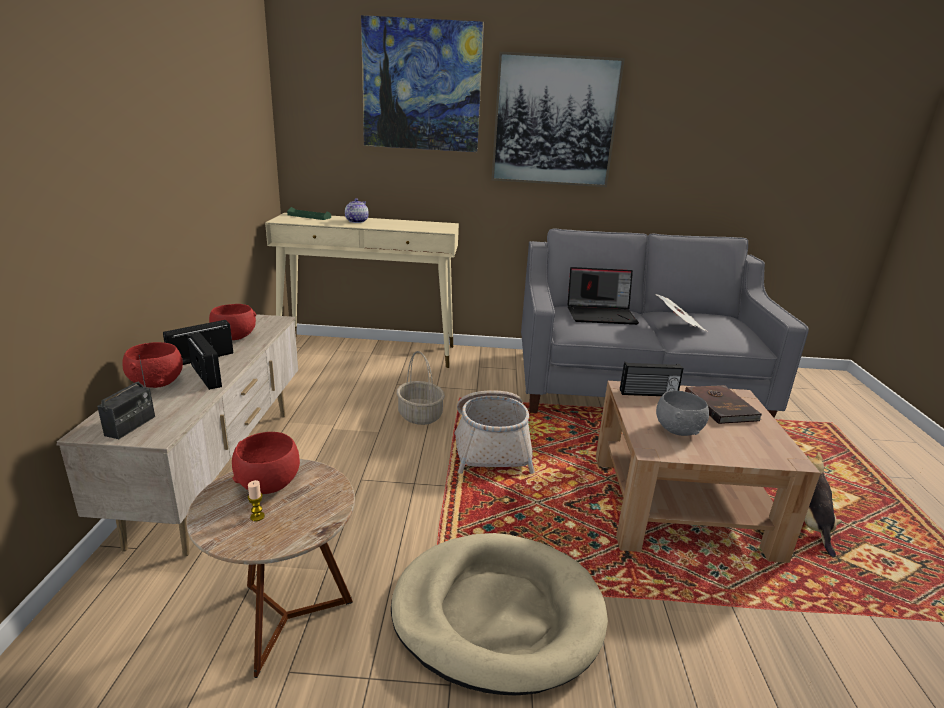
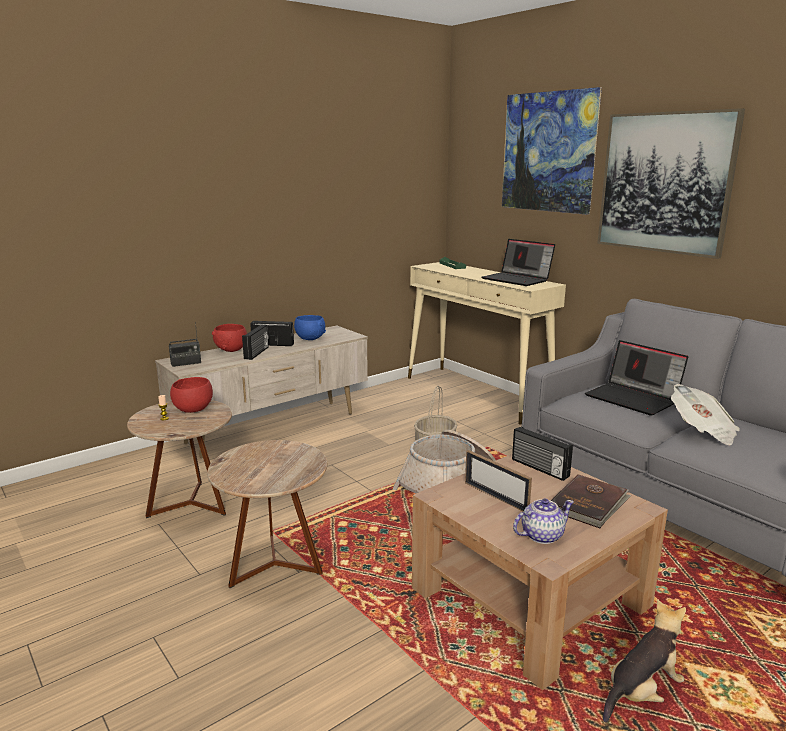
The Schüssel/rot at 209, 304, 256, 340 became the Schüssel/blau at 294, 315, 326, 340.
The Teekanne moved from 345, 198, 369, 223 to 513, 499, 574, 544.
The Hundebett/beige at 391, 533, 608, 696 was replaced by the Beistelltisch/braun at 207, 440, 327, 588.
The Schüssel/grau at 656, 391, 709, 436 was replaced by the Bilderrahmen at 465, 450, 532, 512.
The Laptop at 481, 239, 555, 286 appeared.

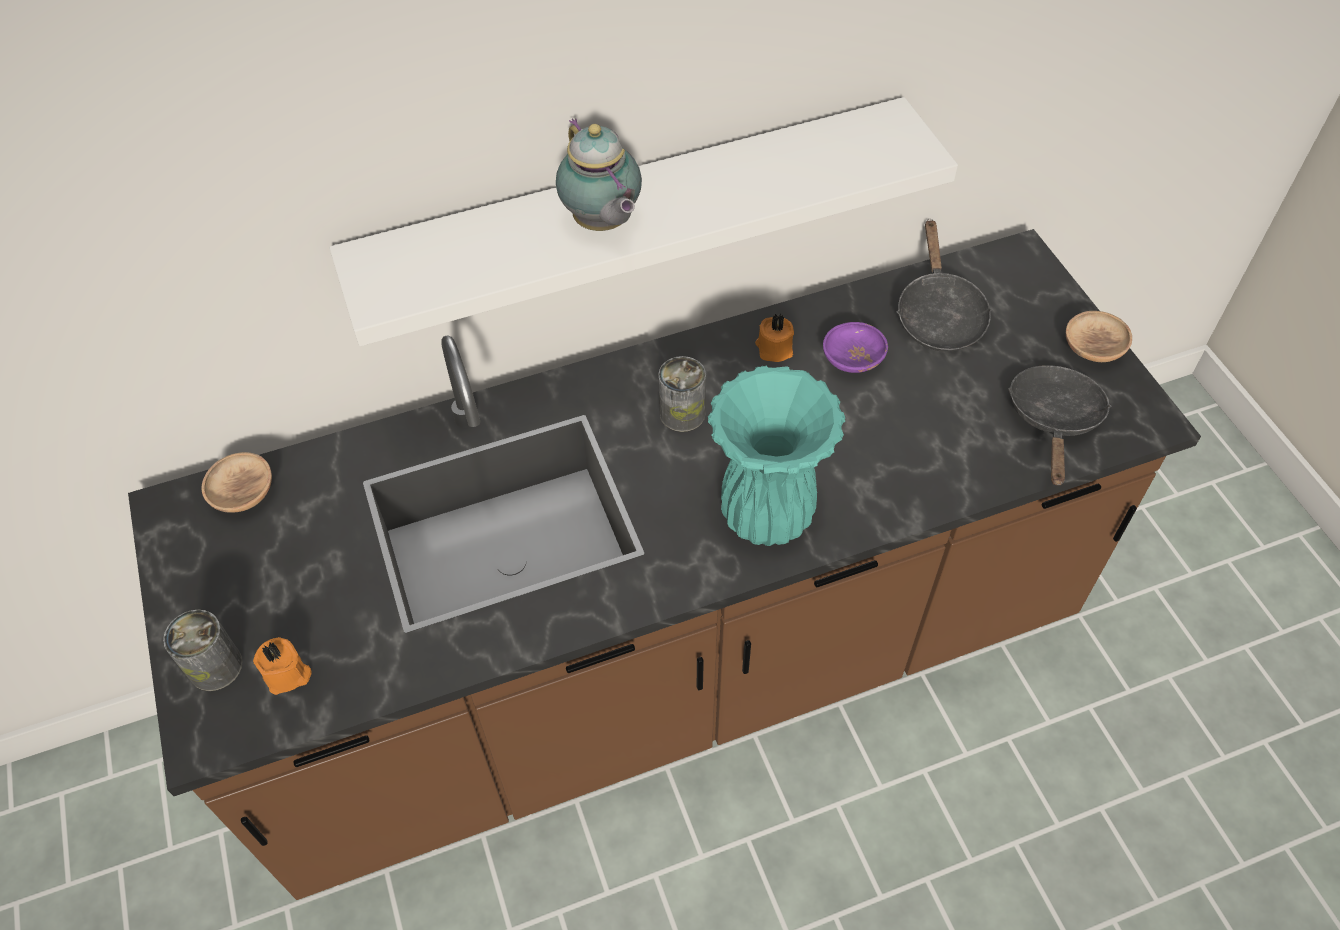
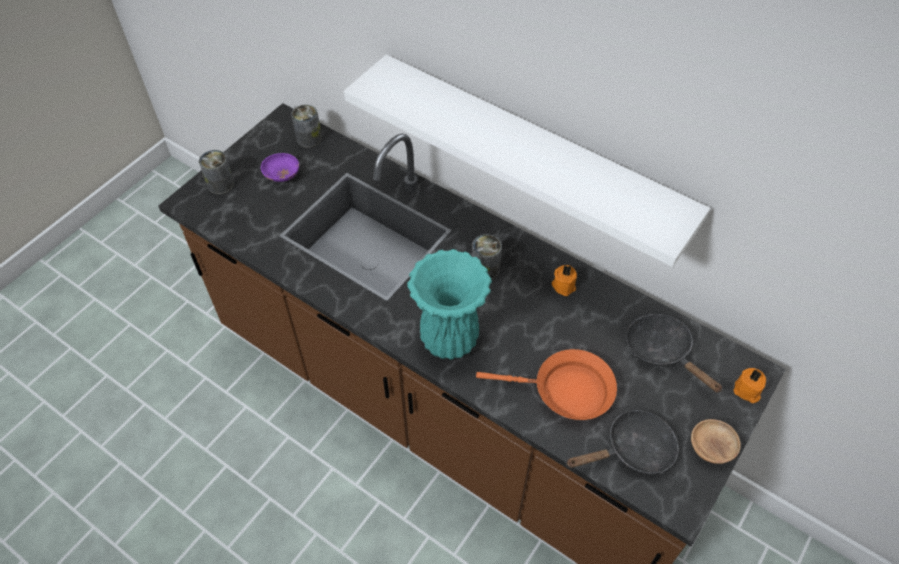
The Schüssel/braun at 202, 452, 272, 513 was replaced by the Dose at 291, 104, 322, 148.
The Kerze/orange moved from 253, 637, 312, 695 to 734, 368, 766, 403.
The Teekanne at 556, 118, 642, 231 disappeared.
The Schüssel/lila moved from 823, 322, 888, 373 to 261, 153, 299, 182.
The Pfanne/schwarz at 897, 219, 992, 352 turned 90 degrees clockwise.
The Pfanne/orange at 476, 349, 617, 420 appeared.

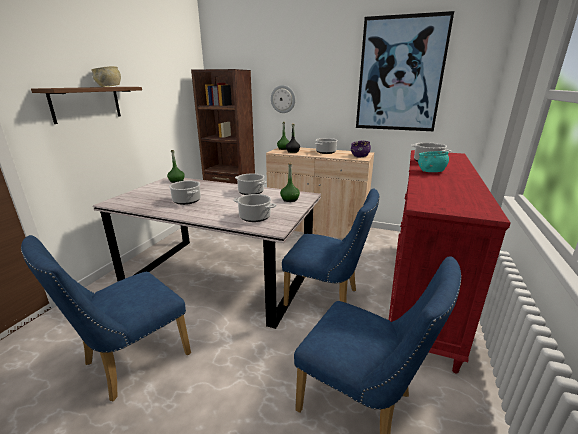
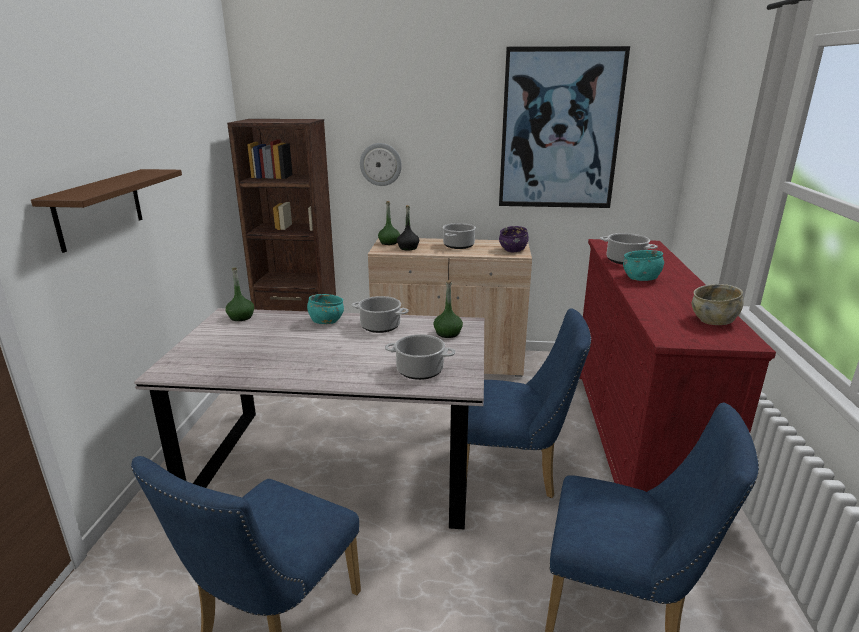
The Schüssel/beige moved from 91, 66, 121, 87 to 692, 284, 744, 325.
The Kochtopf at 169, 181, 201, 205 disappeared.
The Schüssel/türkis at 307, 294, 344, 324 appeared.

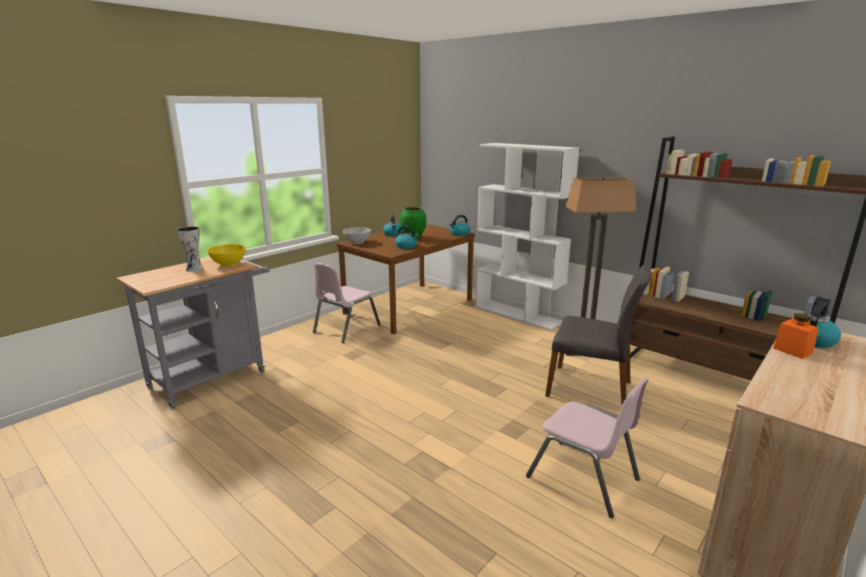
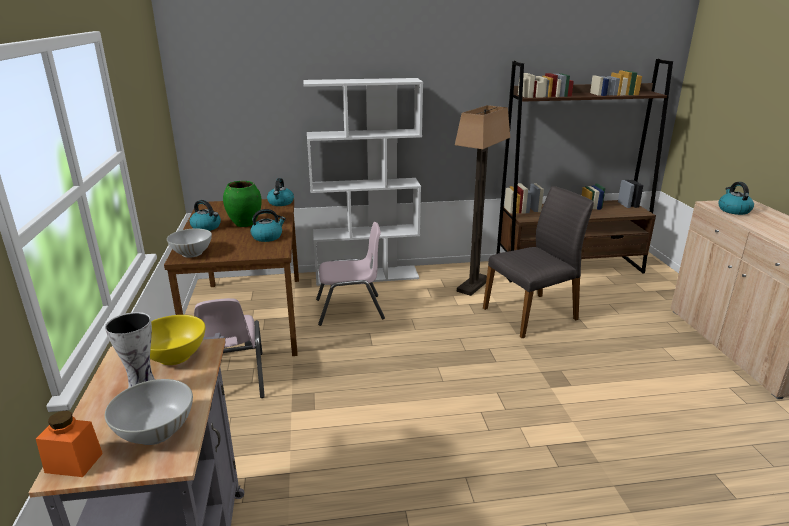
The Stuhl/rosa moved from 526, 377, 649, 518 to 316, 222, 385, 326.
The Vorratsglas/orange moved from 773, 313, 819, 359 to 36, 410, 103, 477.
The Schüssel/weiß at 105, 379, 193, 445 appeared.

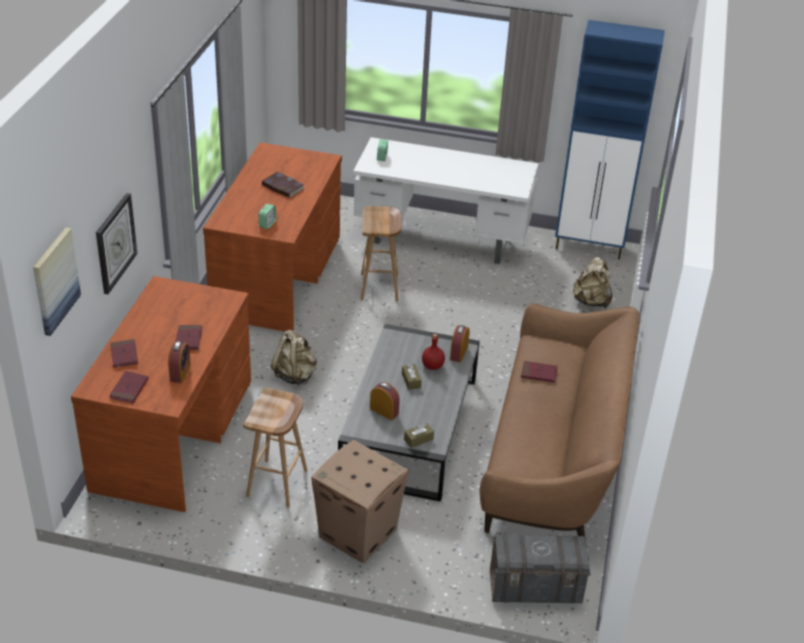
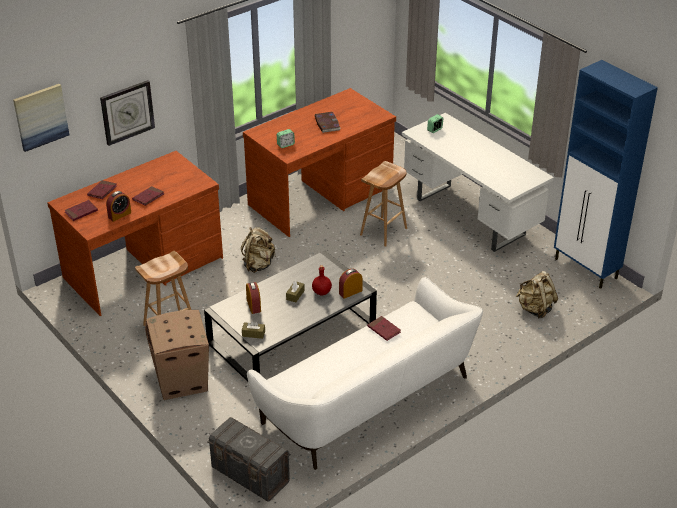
The Sofa/braun at 480, 303, 639, 540 became the Sofa/weiß at 247, 277, 483, 470.

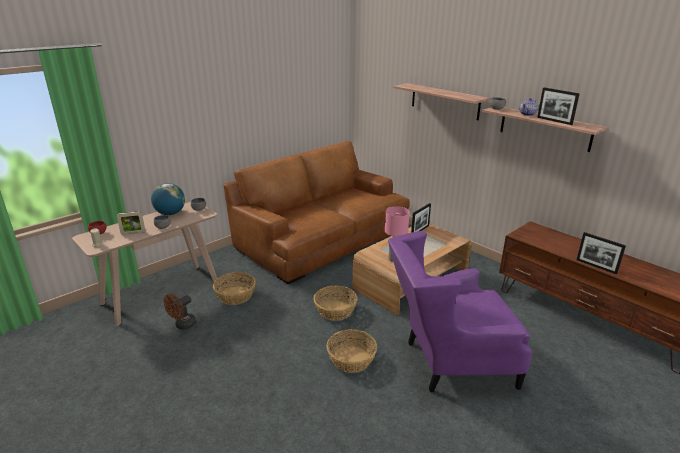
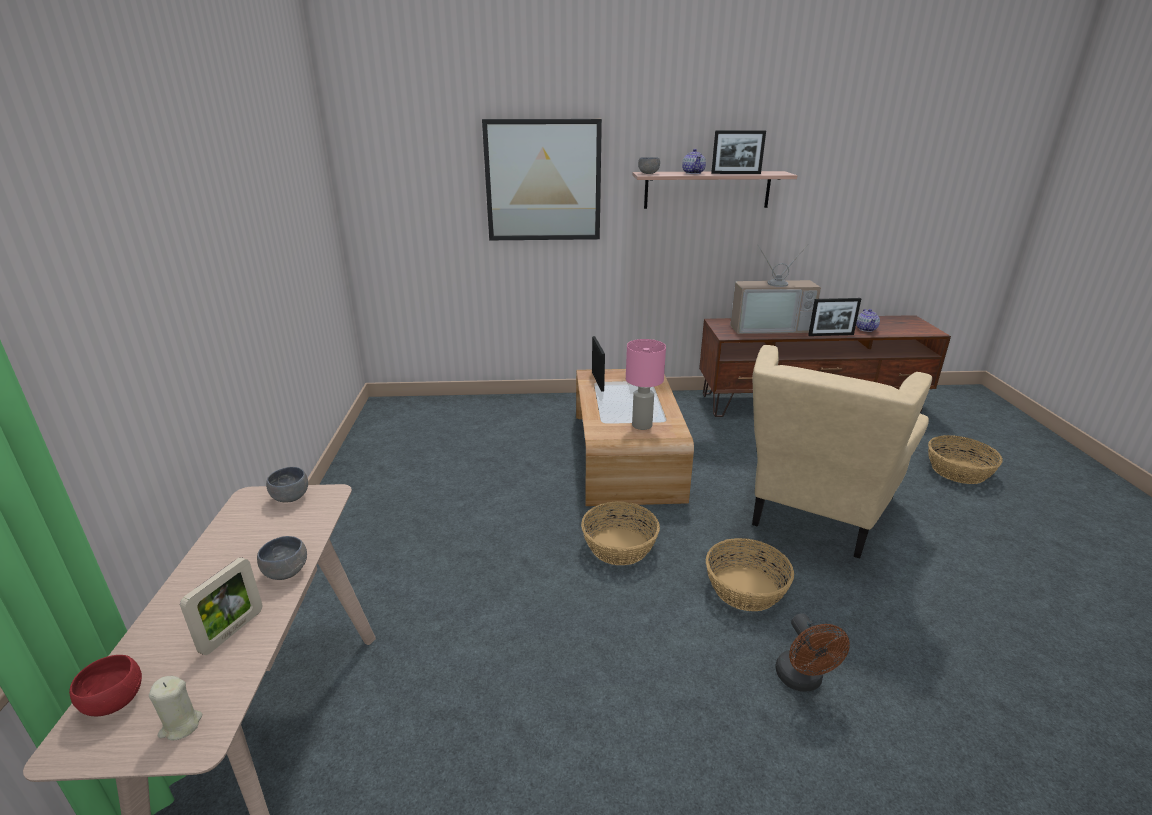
The Globus at 151, 183, 185, 215 disappeared.
The Ventilator/braun moved from 164, 294, 197, 330 to 775, 613, 850, 692.
The Korb moved from 213, 272, 256, 305 to 928, 435, 1003, 484.
The Sofa/braun at 223, 141, 410, 284 disappeared.
The Sessel/lila at 388, 231, 532, 392 became the Sessel/beige at 752, 345, 932, 559.
The Wandregal at 393, 83, 490, 120 was replaced by the Bild at 482, 119, 602, 240.
The Fernseher at 730, 244, 821, 334 appeared.
The Teekanne at 856, 309, 880, 332 appeared.

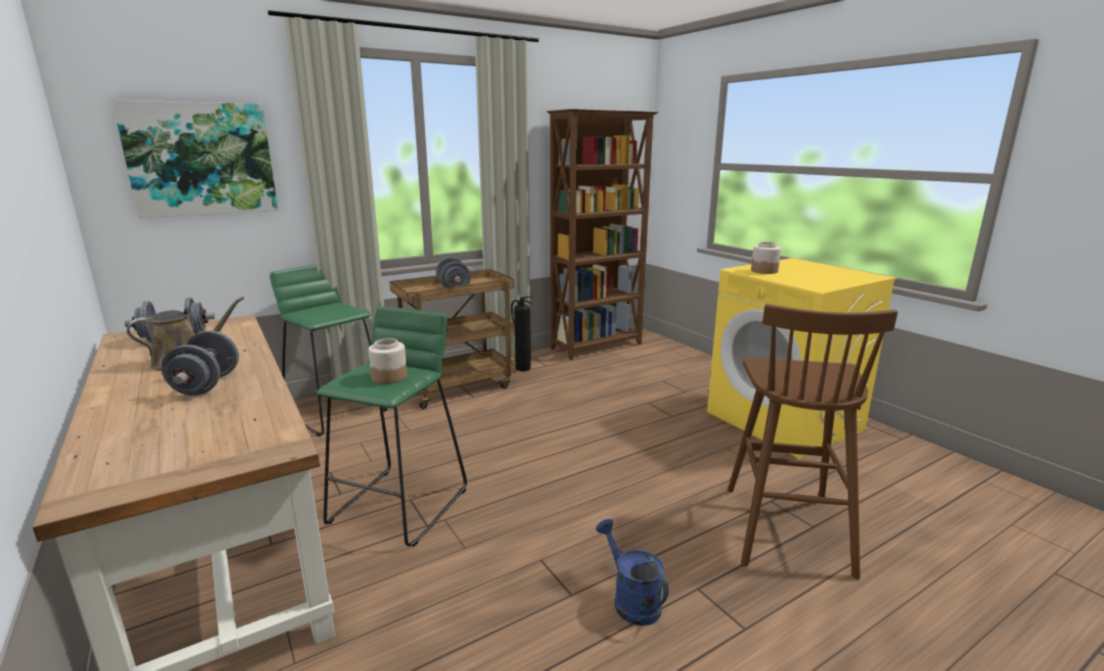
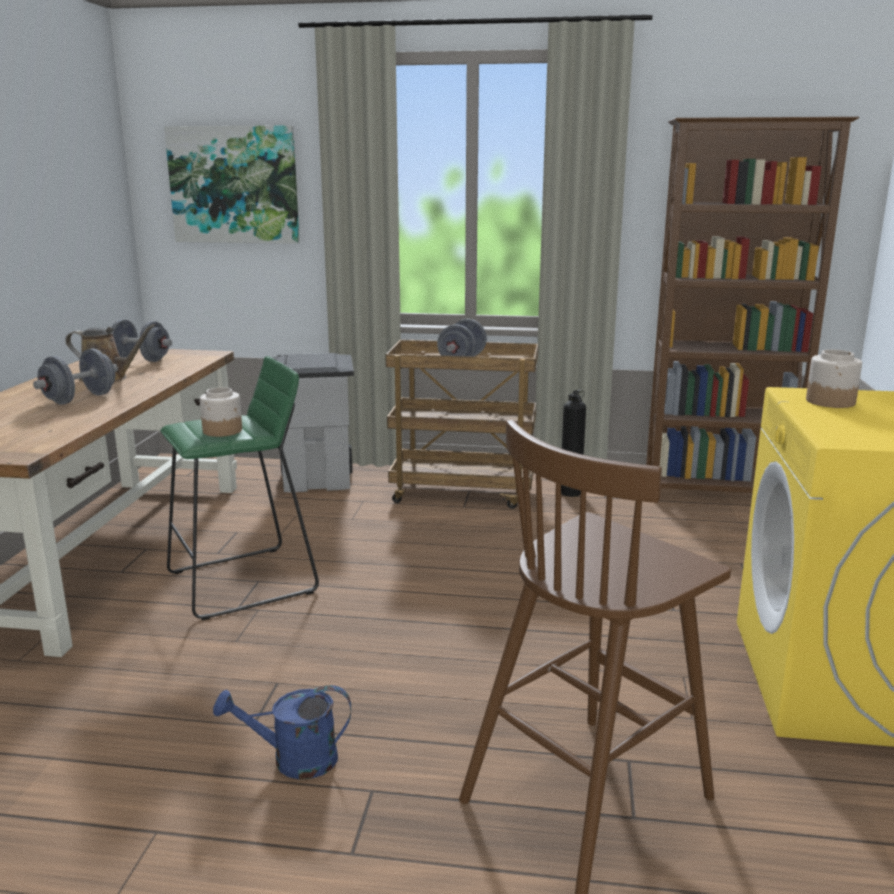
The Hocker/grün at 270, 264, 388, 436 was replaced by the Mülleimer/grau at 271, 353, 354, 493.
The Gießkanne/blau at 596, 519, 669, 626 turned 105 degrees counterclockwise.

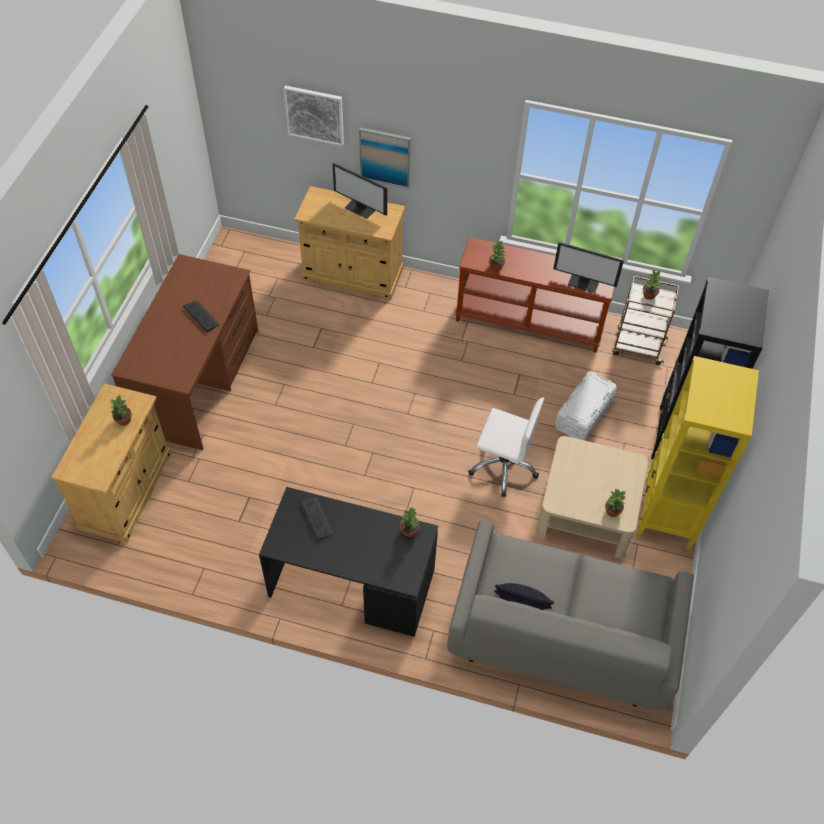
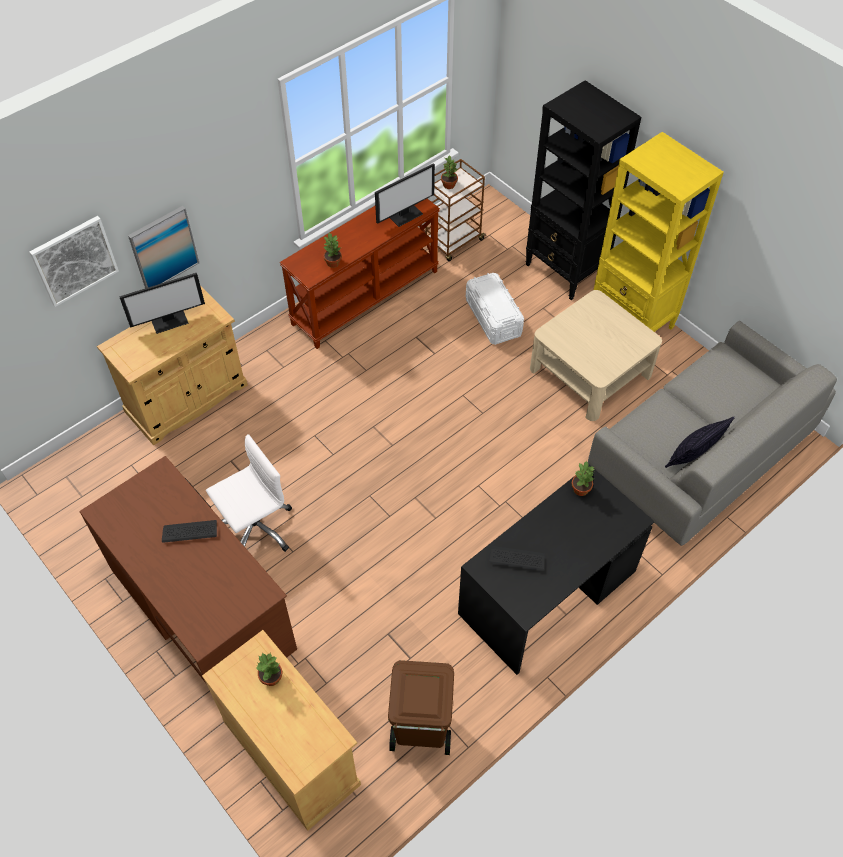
The Bürostuhl/weiß moved from 468, 398, 544, 497 to 206, 434, 292, 552.
The Topfpflanze at 605, 488, 626, 517 disappeared.
The Mülleimer/braun at 388, 660, 454, 755 appeared.

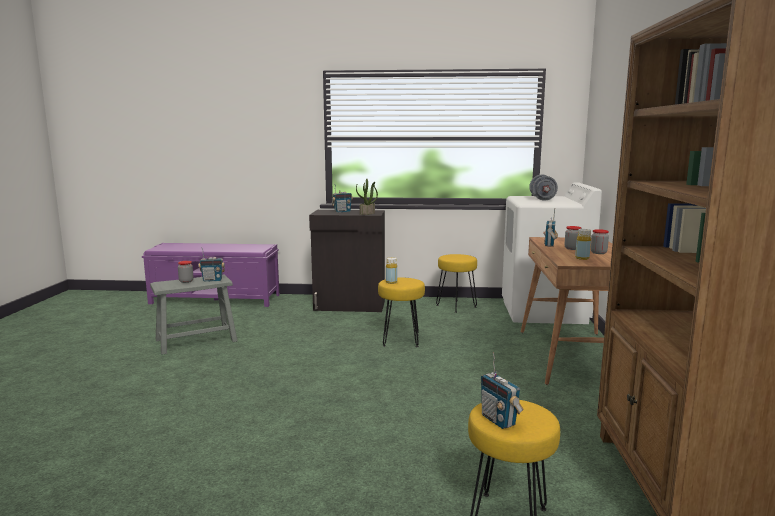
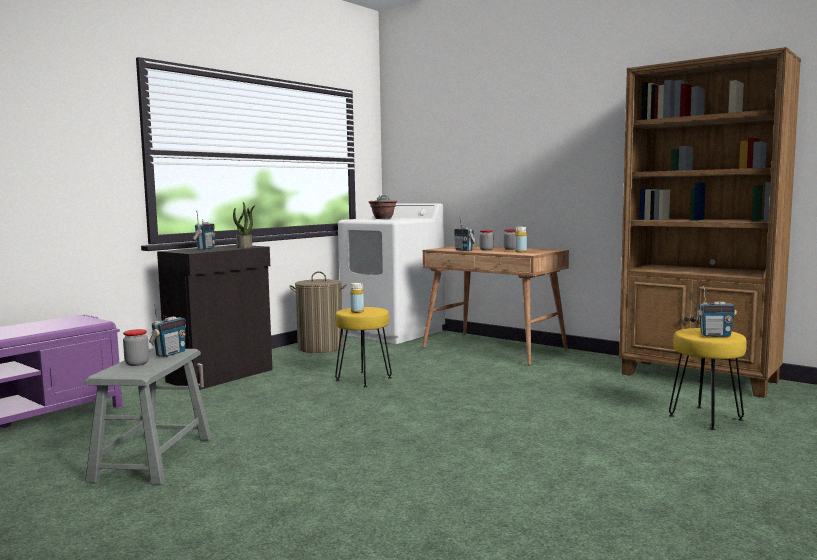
The Hocker/gelb at 436, 254, 477, 313 was replaced by the Wäschekorb at 289, 271, 347, 353.
The Hantel/grau at 529, 174, 558, 201 was replaced by the Topfpflanze at 368, 195, 397, 219.

